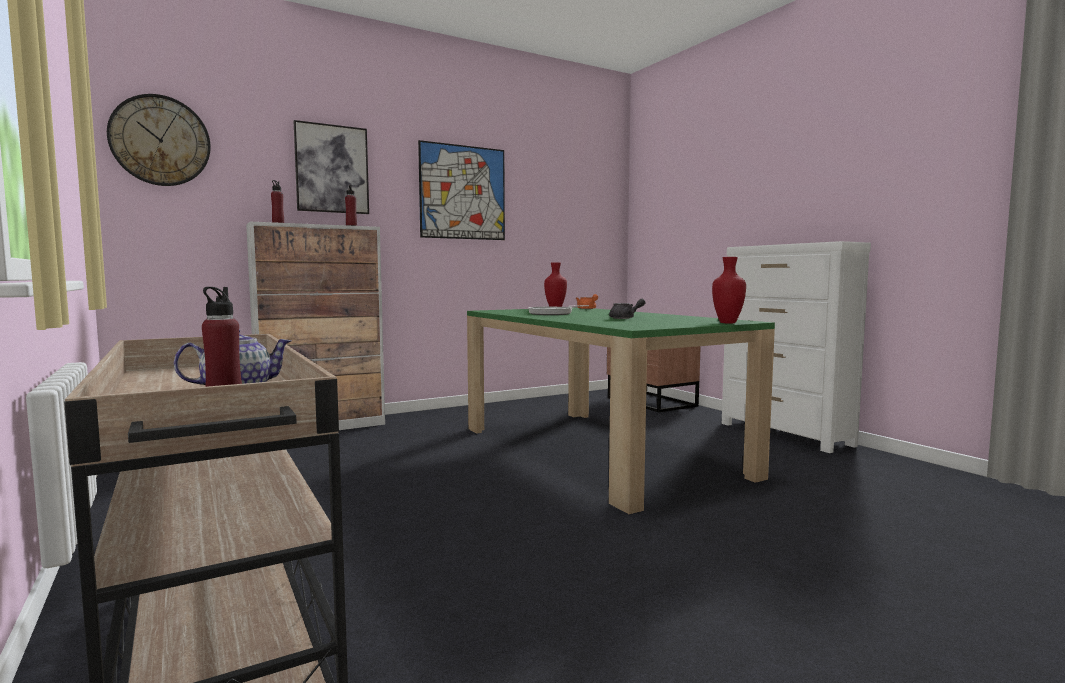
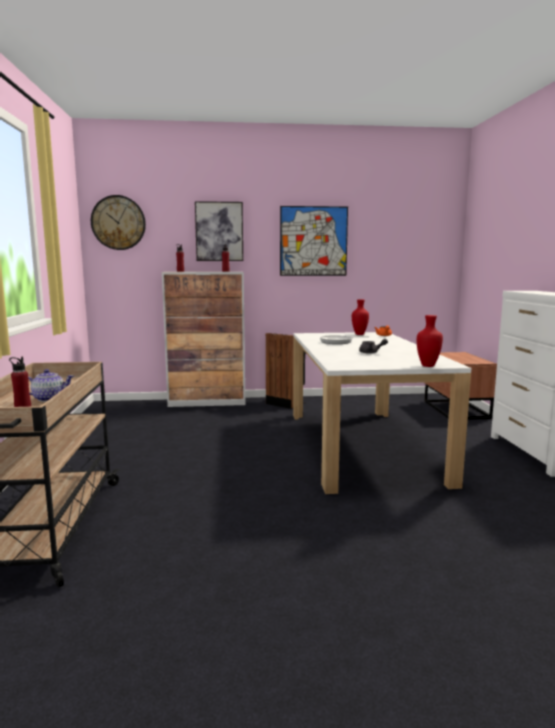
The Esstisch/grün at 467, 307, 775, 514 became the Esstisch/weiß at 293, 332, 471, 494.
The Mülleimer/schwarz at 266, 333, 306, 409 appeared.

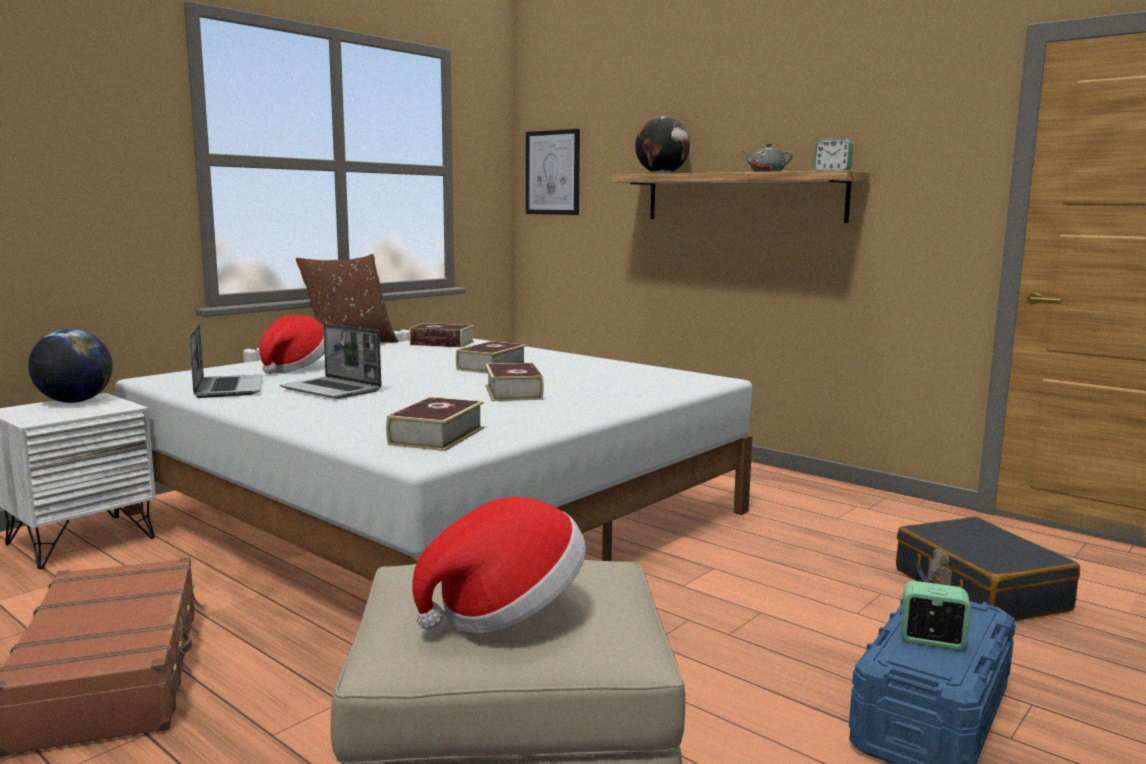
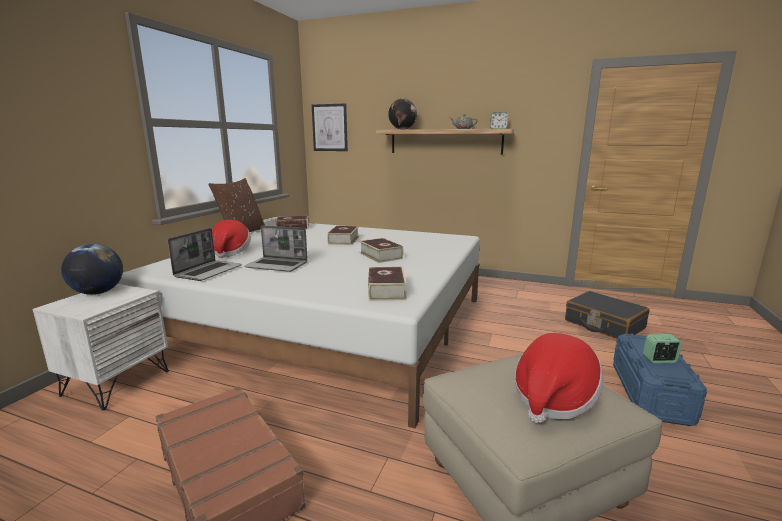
The Laptop at 189, 324, 263, 398 turned 60 degrees clockwise.

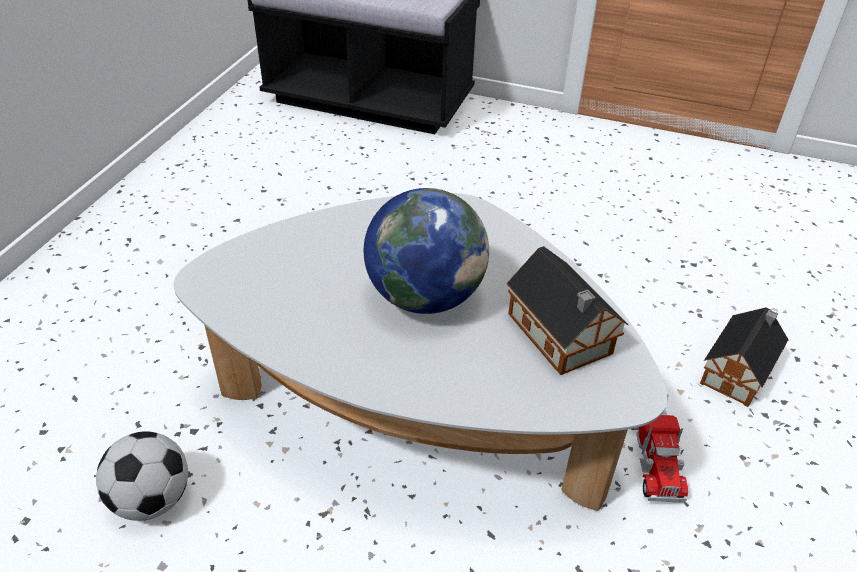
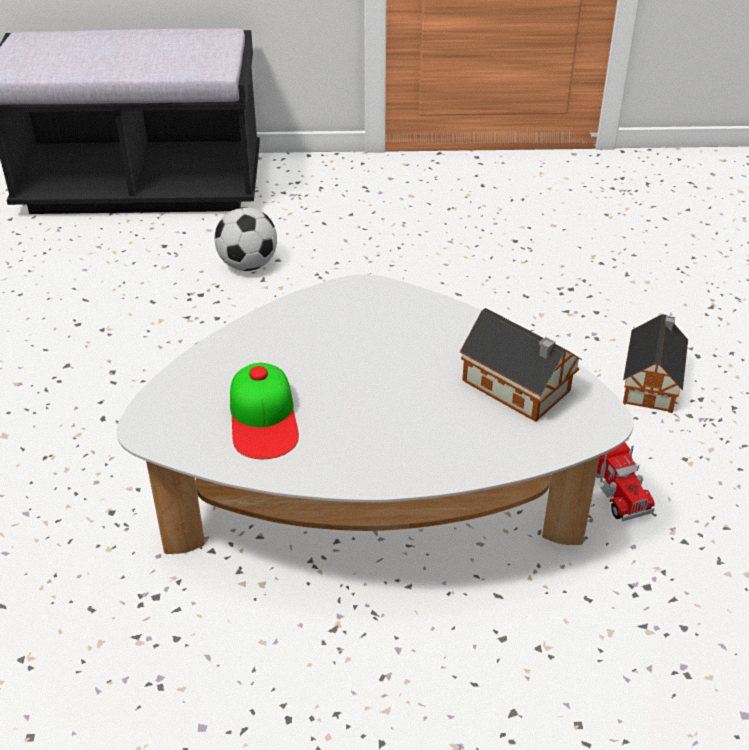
The Fußball moved from 96, 431, 188, 521 to 215, 207, 277, 271.
The Globus at 364, 188, 489, 314 disappeared.
The Kappe at 230, 362, 299, 459 appeared.

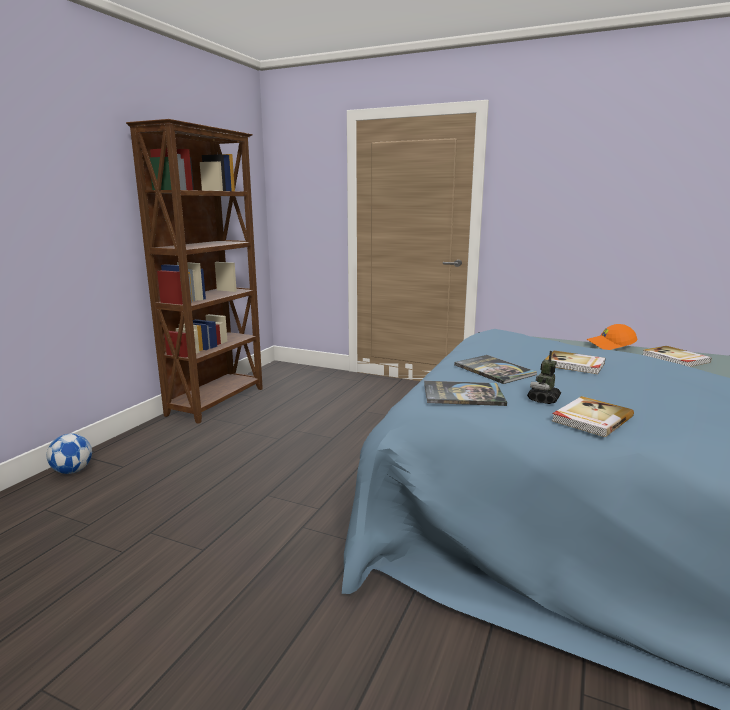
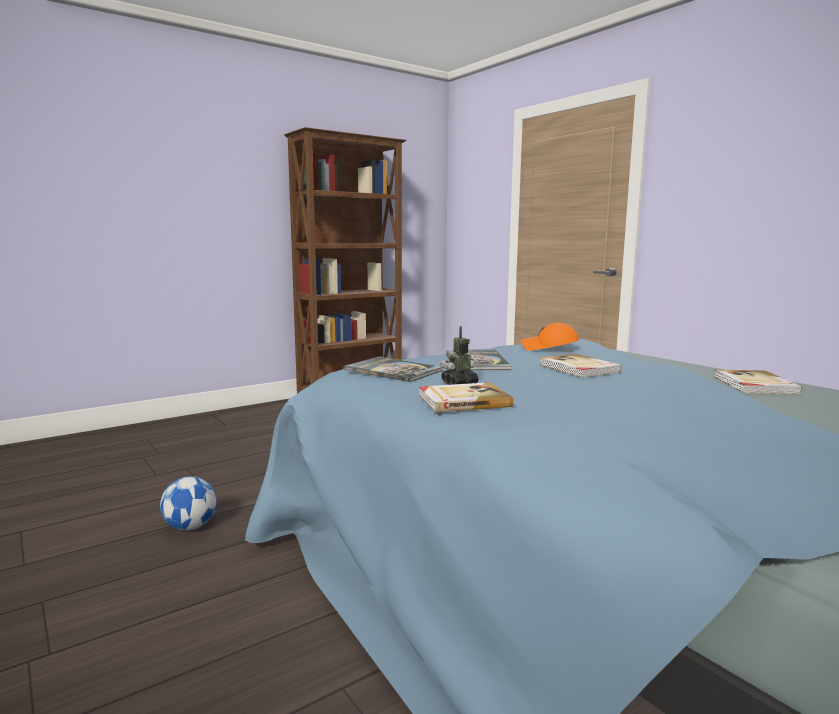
The Fußball moved from 47, 434, 92, 474 to 160, 476, 217, 531.
The Kappe/orange moved from 587, 324, 638, 350 to 521, 323, 579, 351.

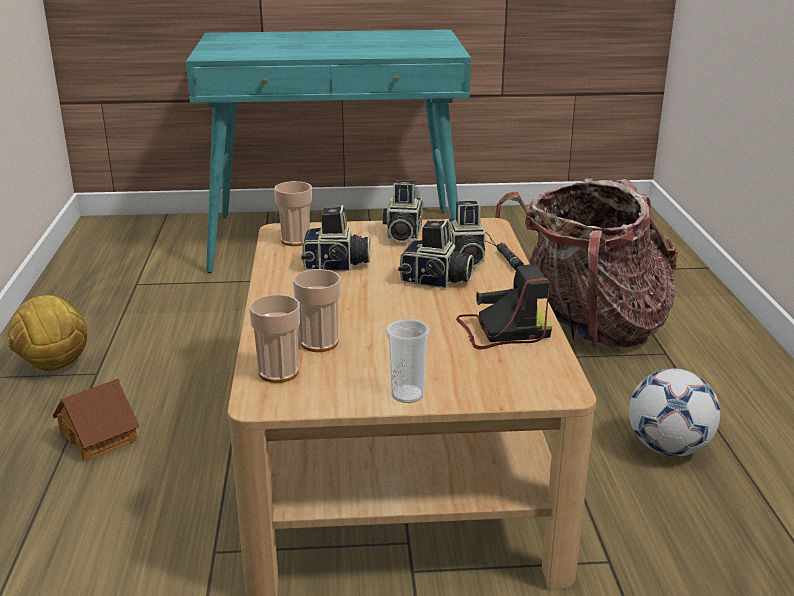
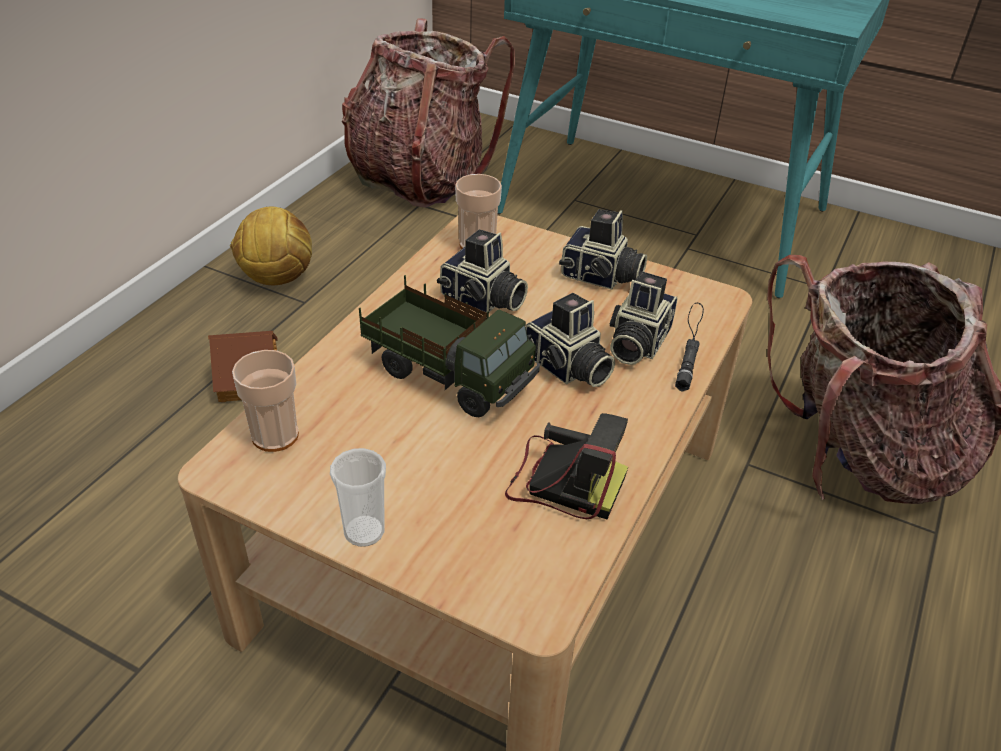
The Tasse at 293, 269, 341, 352 disappeared.
The Kamera at 382, 180, 423, 243 turned 105 degrees counterclockwise.
The Fußball at 629, 368, 720, 457 disappeared.
The Rucksack at 342, 18, 515, 208 appeared.
The Spielzeuglaster at 359, 275, 540, 417 appeared.

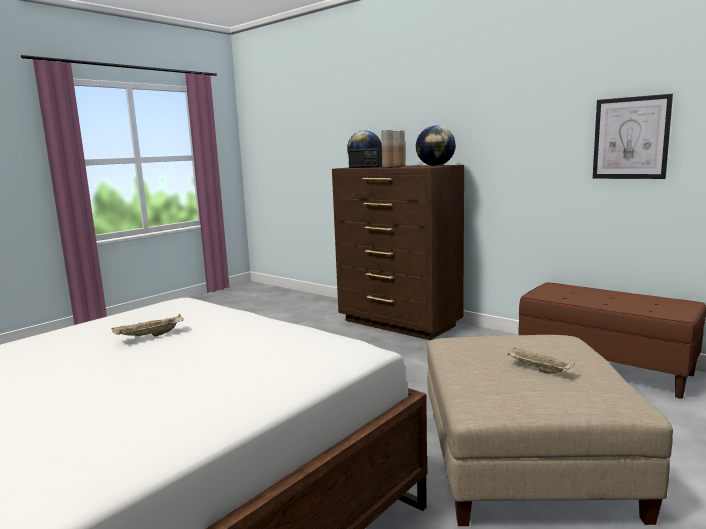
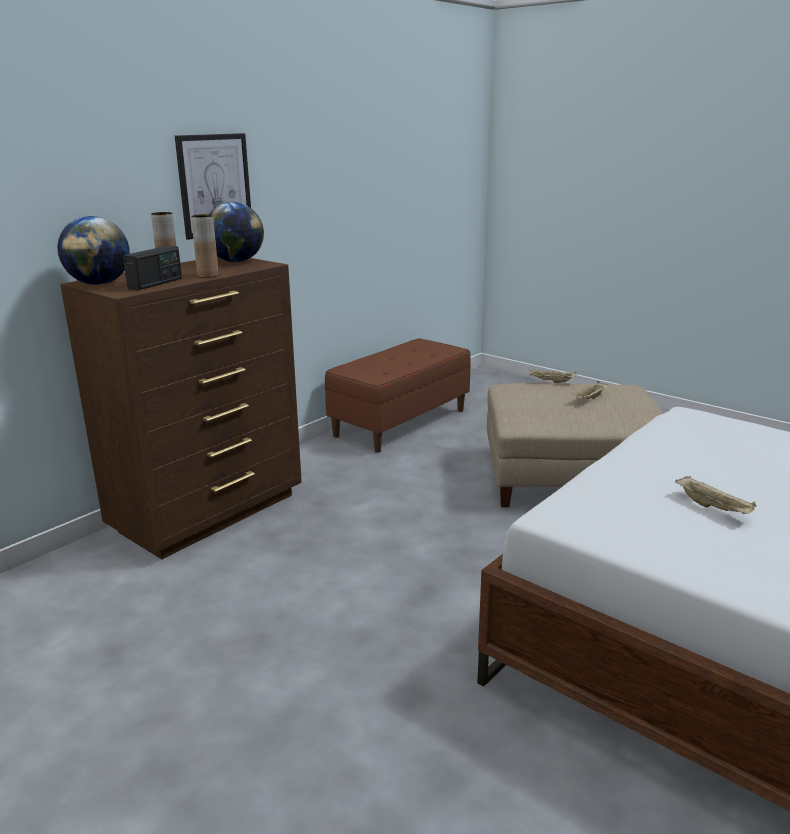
The Bild moved from 593, 94, 673, 179 to 175, 133, 251, 240.
The Tablett/beige at 529, 369, 576, 383 appeared.

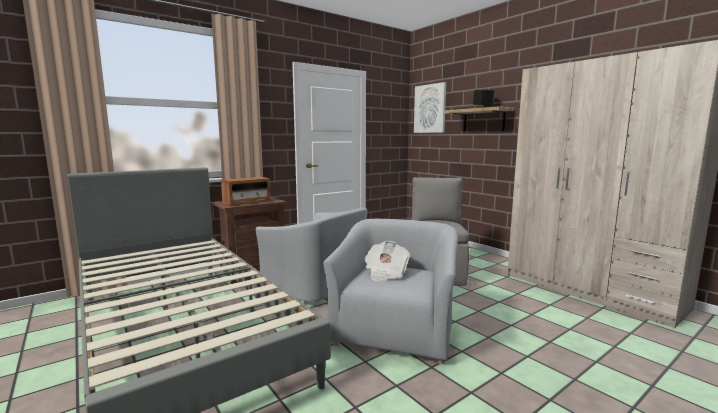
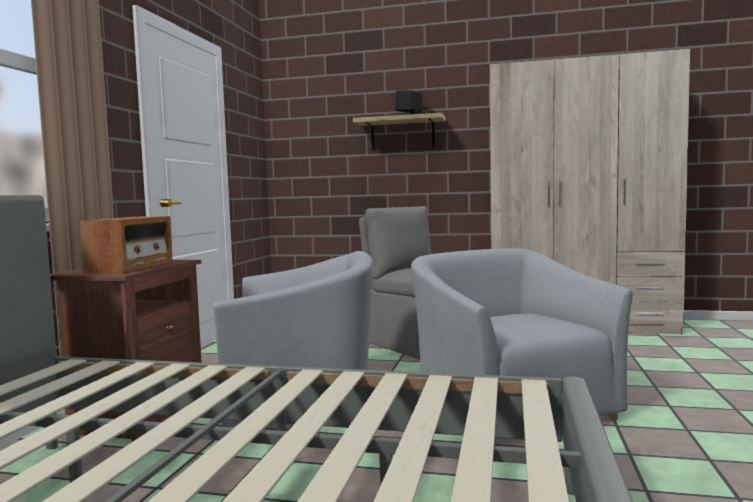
The Zeitung at 364, 241, 410, 281 disappeared.
The Bild at 414, 82, 446, 133 disappeared.

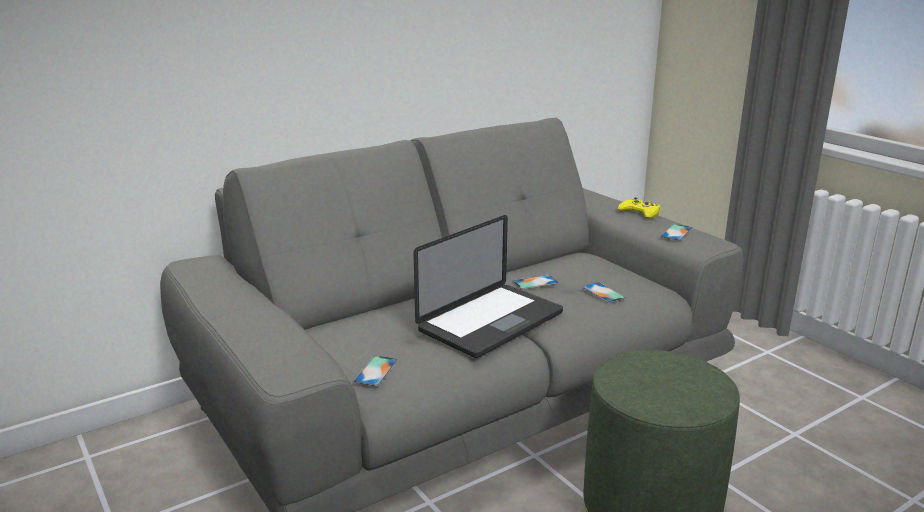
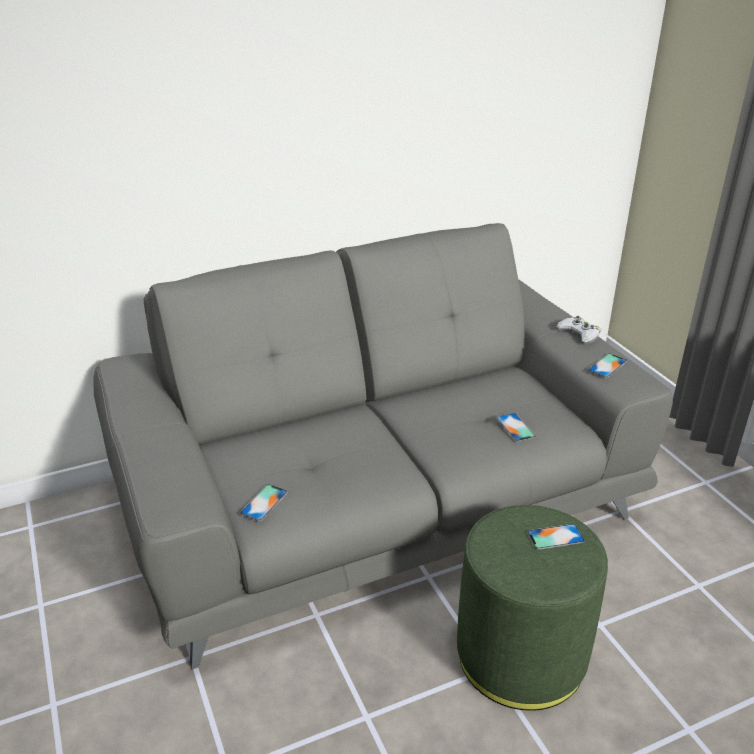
The Laptop at 413, 215, 563, 358 disappeared.
The Handy moved from 512, 275, 558, 290 to 527, 524, 585, 550.
The Gamepad/gelb at 617, 197, 661, 219 became the Gamepad/weiß at 556, 316, 601, 344.

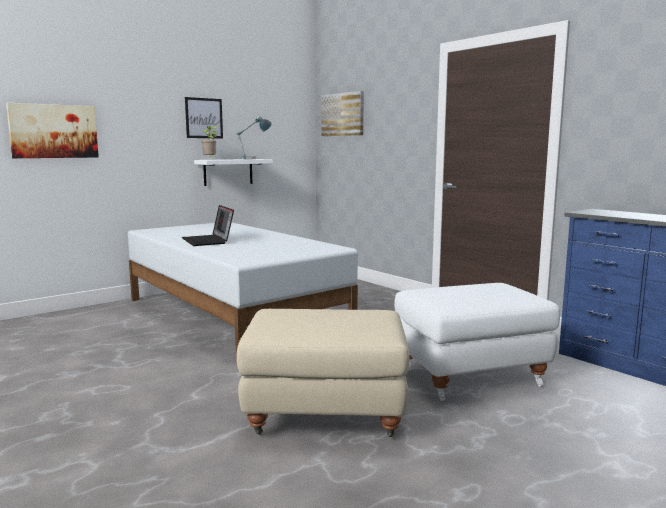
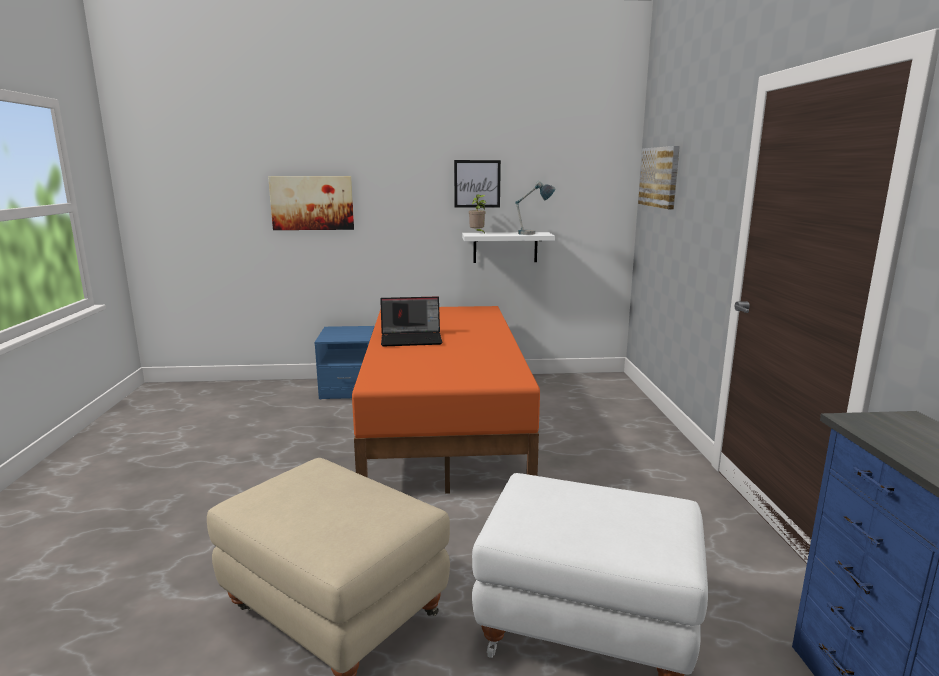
The Bett/weiß at 128, 222, 358, 364 became the Bett/orange at 352, 306, 540, 494.
The Laptop at 182, 205, 234, 246 turned 105 degrees counterclockwise.
The Nachttisch/blau at 314, 326, 375, 399 appeared.

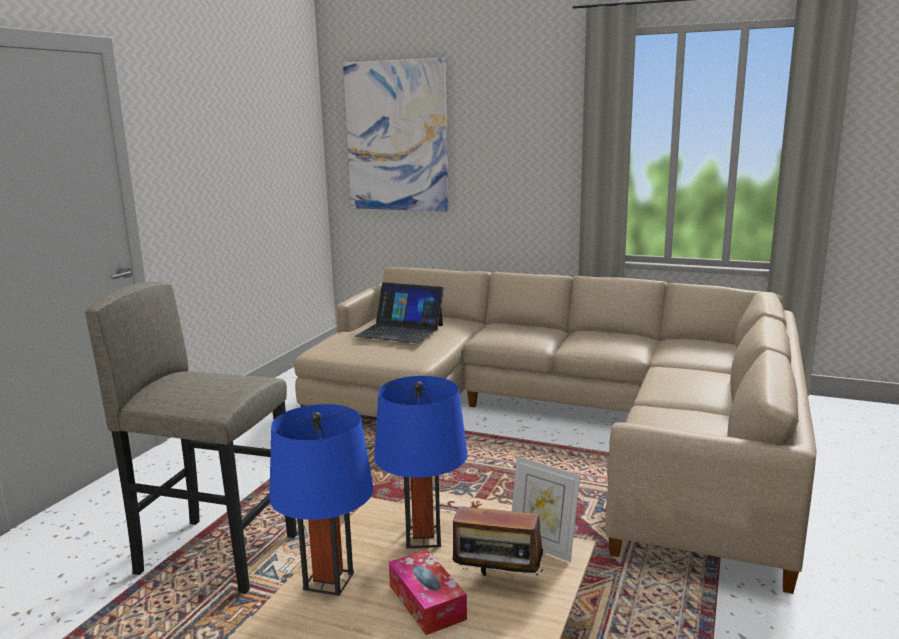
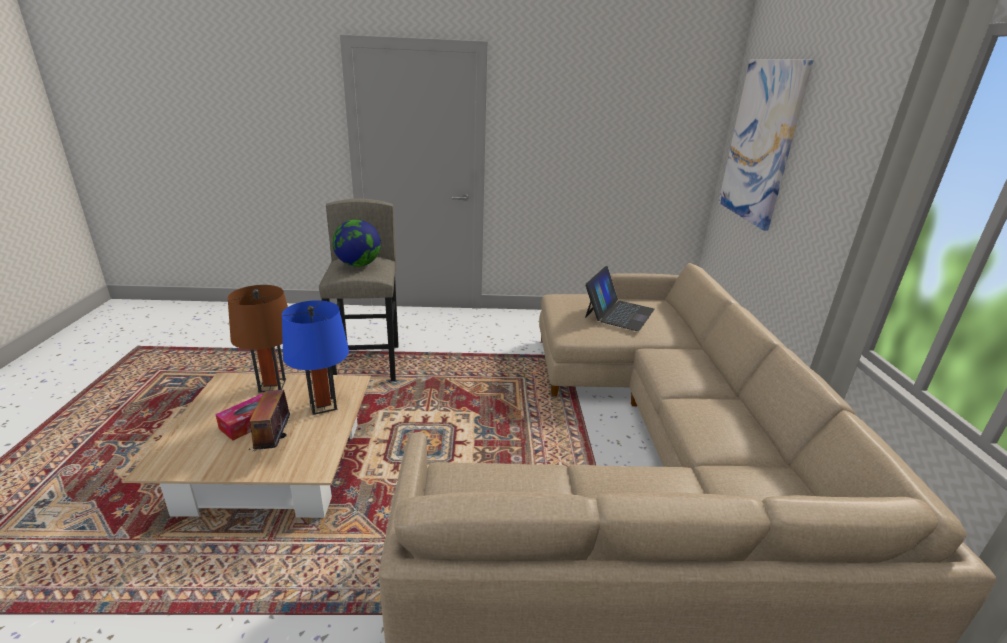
The Tischlampe/blau at 269, 404, 373, 596 became the Tischlampe/braun at 227, 285, 288, 393.
The Laptop at 356, 282, 444, 343 turned 150 degrees counterclockwise.
The Bilderrahmen at 512, 456, 580, 562 disappeared.
The Globus at 332, 219, 381, 267 appeared.

